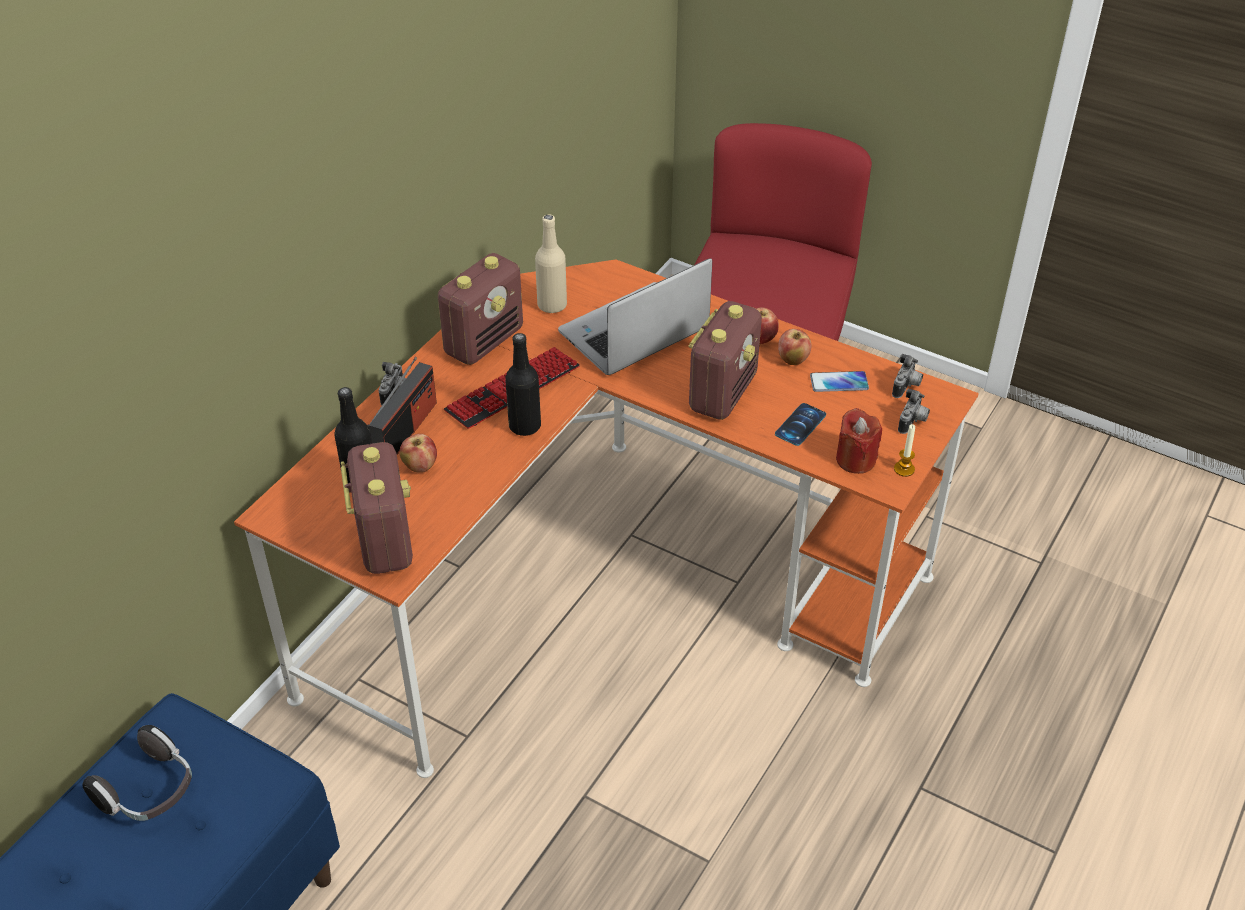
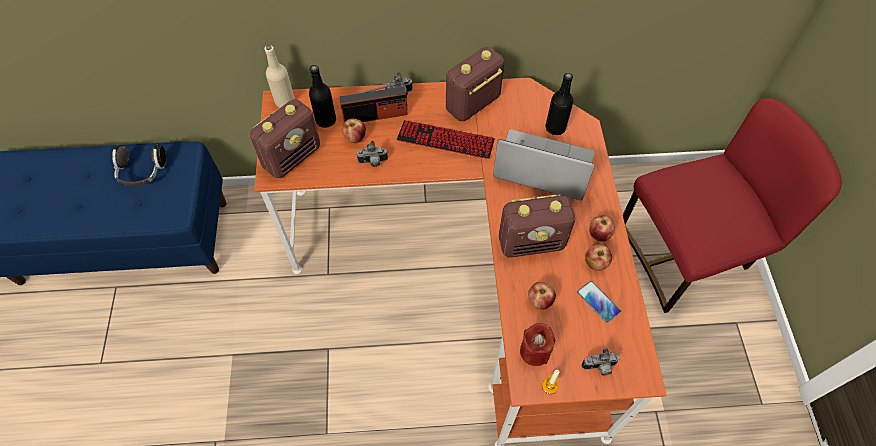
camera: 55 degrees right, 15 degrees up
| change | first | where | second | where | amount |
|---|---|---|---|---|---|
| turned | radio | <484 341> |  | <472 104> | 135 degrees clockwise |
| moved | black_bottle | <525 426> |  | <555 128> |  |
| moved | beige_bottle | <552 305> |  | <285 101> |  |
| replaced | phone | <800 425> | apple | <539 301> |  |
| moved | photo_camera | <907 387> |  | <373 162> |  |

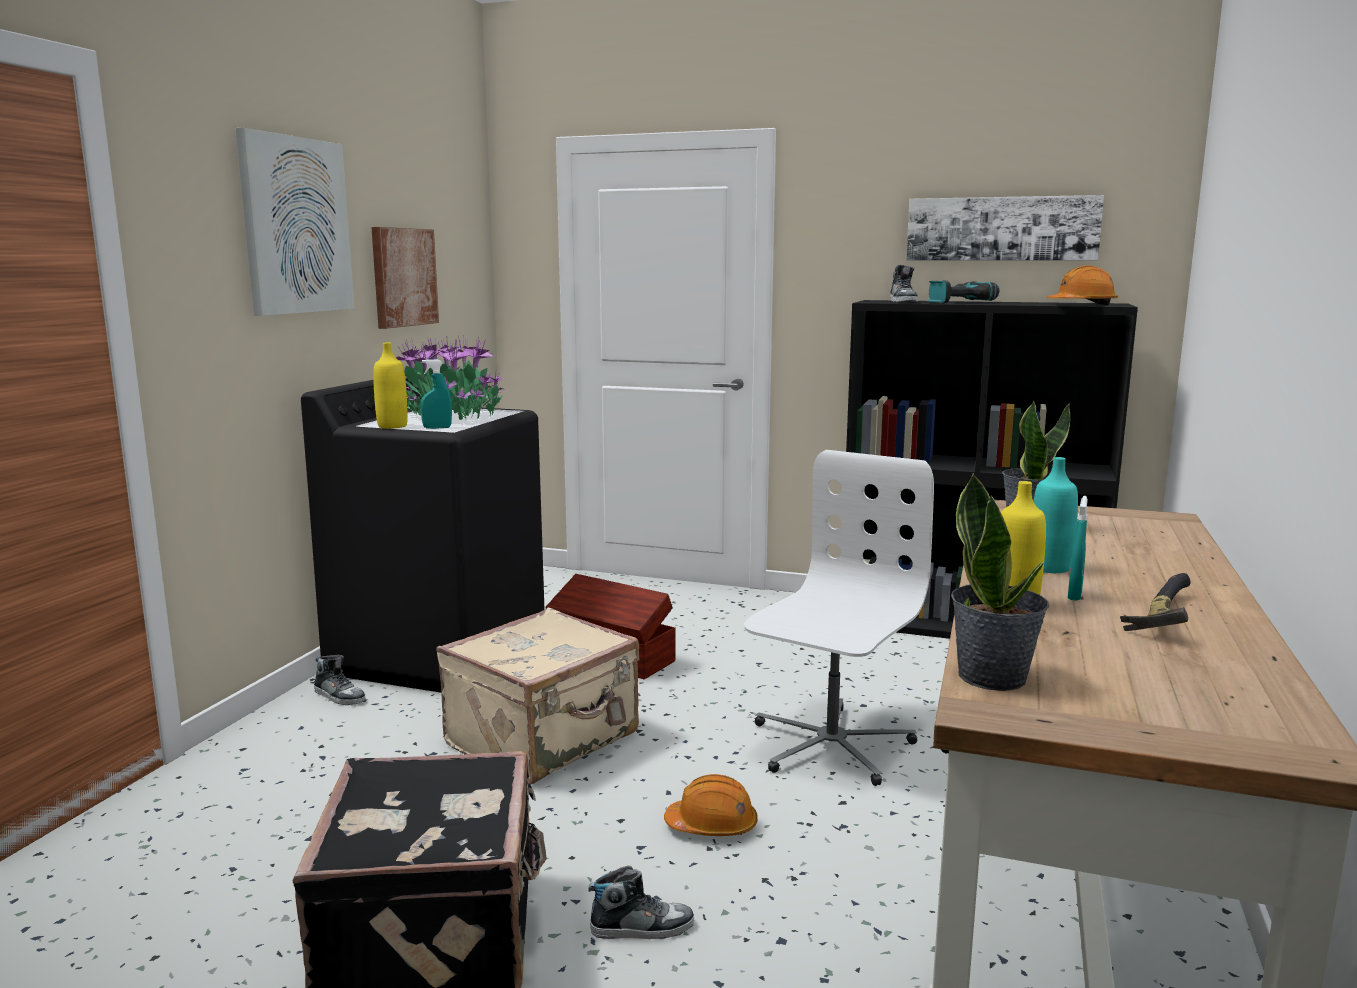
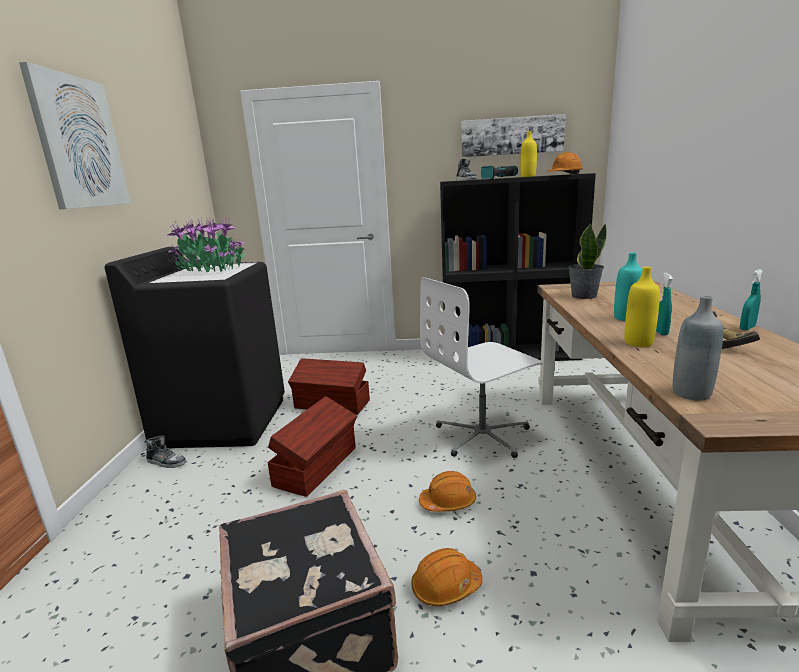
camera: 15 degrees left, 5 degrees up
| change | first | where | second | where | amount |
|---|---|---|---|---|---|
| removed | picture | <403 277> |  |  |  |
| moved | yellow_bottle | <392 426> |  | <528 176> |  |
| moved | turquoise_spray_bottle | <437 428> |  | <747 328> |  |
| replaced | beige_suitcase | <545 740> | brown_storage_box | <318 466> |  |
| replaced | shoe | <642 927> | orange_hard_hat | <446 587> |  |
| turned | white_office_chair | <830 745> |  | <483 435> | 135 degrees counterclockwise |
| replaced | potted_plant | <993 676> | grey_bottle | <691 393> |  |

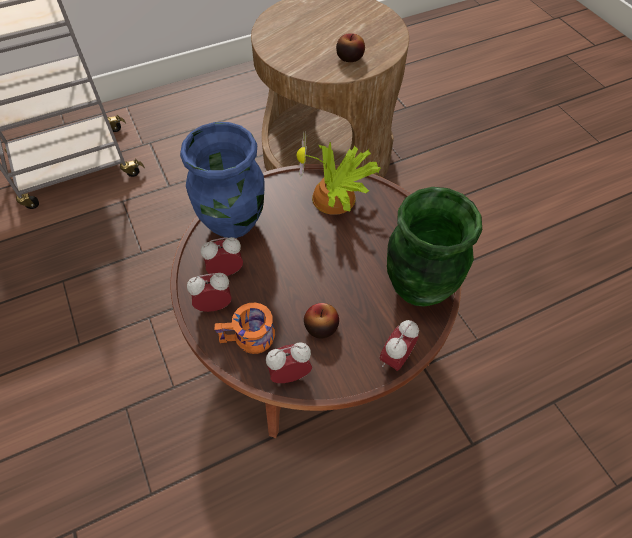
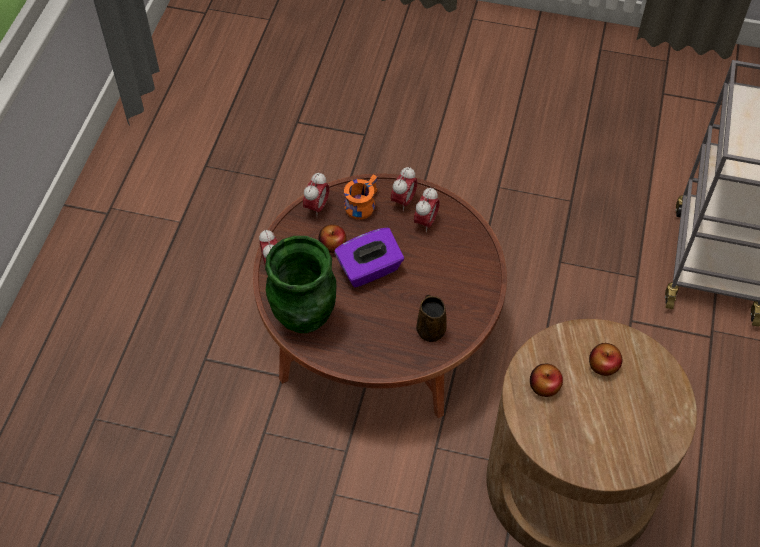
camera: 130 degrees right, 0 degrees up
| change | first | where | second | where | amount |
|---|---|---|---|---|---|
| removed | blue_vase | <234 223> |  |  |  |
| replaced | potted_plant | <336 199> | brown_mug | <430 329> |  |
| added |  |  | purple_tissue_box | <369 269> |  |
| added |  |  | apple | <603 365> |  |

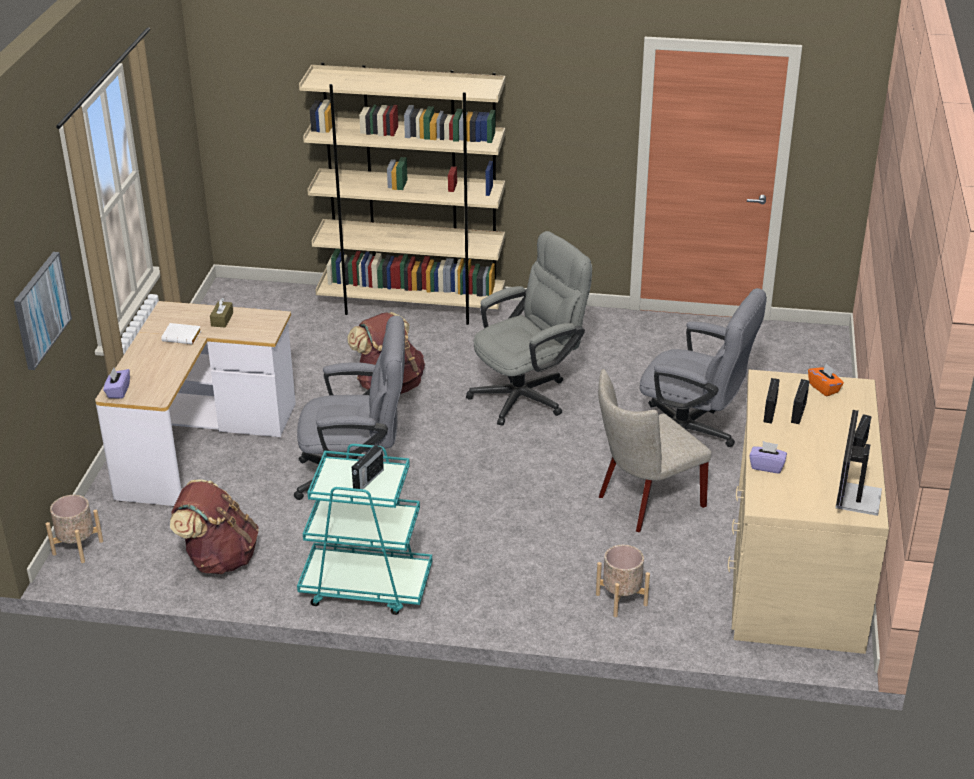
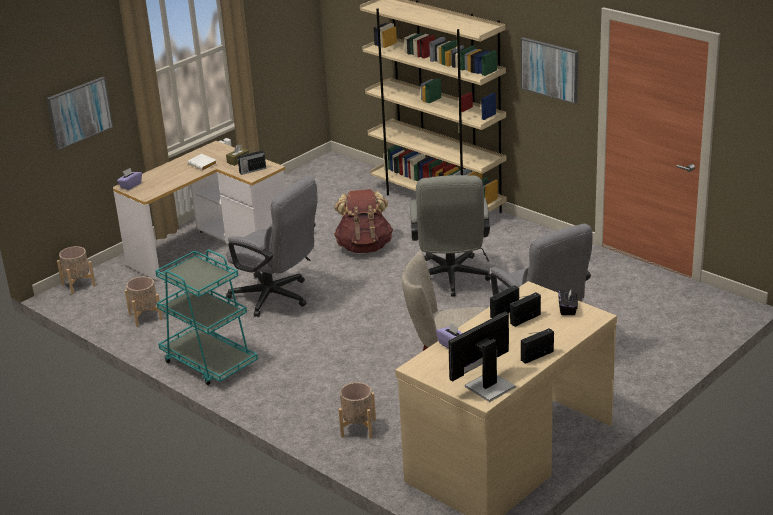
camera: 35 degrees right, 5 degrees down
| change | first | where | second | where | amount |
|---|---|---|---|---|---|
| replaced | brown_backpack | <219 558> | beige_planter | <145 317> |  |
| moved | radio | <367 479> |  | <252 170> |  |
| turned | grey_office_chair | <528 394> |  | <451 280> | 90 degrees clockwise |
| recoloured | orange_tissue_box | <824 388> | black_tissue_box | <567 309> |  |
| added |  |  | picture | <550 69> |  |

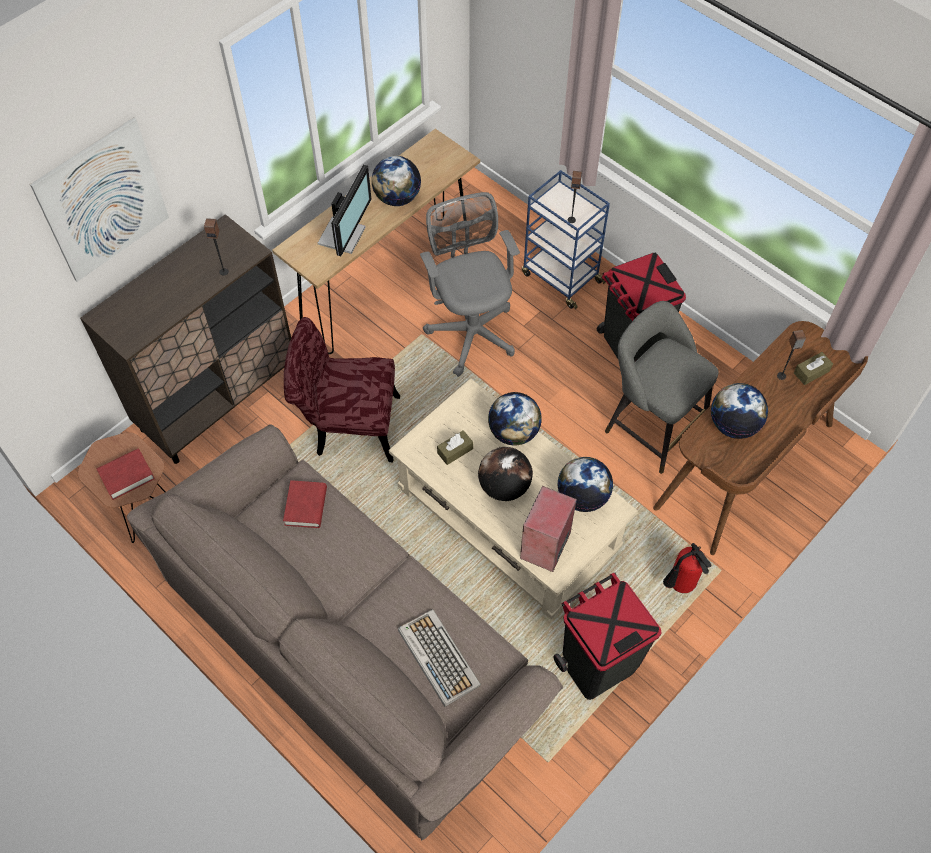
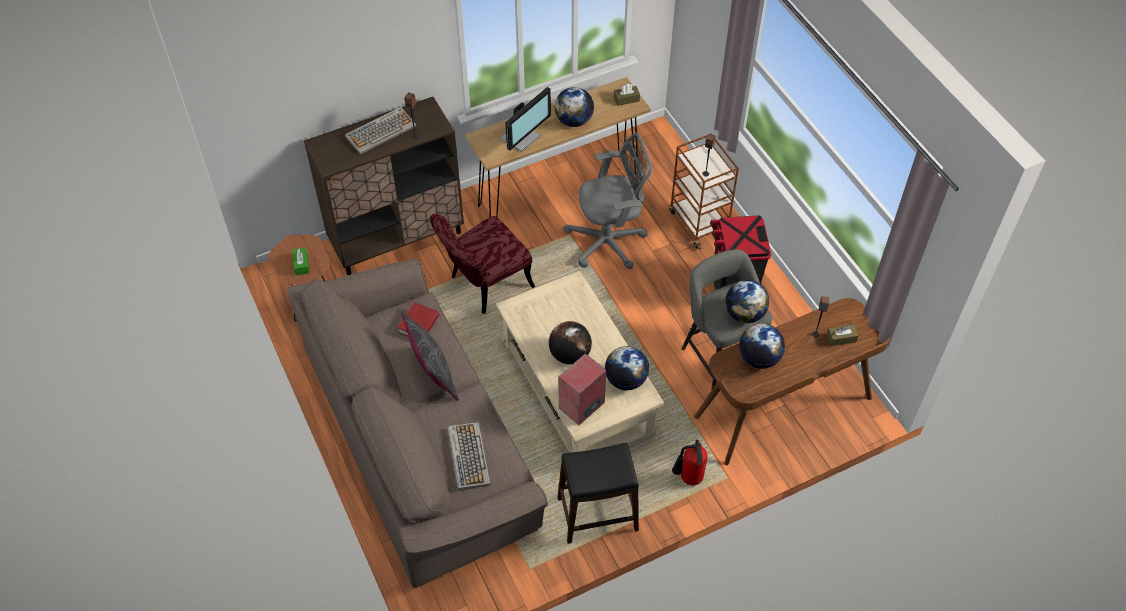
camera: 20 degrees right, 5 degrees down
| change | first | where | second | where | amount |
|---|---|---|---|---|---|
| removed | picture | <103 201> |  |  |  |
| replaced | red_book | <126 476> | green_tissue_box | <301 264> |  |
| turned | red_chair | <347 426> |  | <484 285> | 60 degrees counterclockwise |
| turned | grey_office_chair | <471 330> |  | <609 242> | 75 degrees clockwise |
| moved | brown_tissue_box | <455 451> |  | <626 99> |  |
| moved | globe | <513 432> |  | <744 314> |  |
| recoloured | blue_cart | <560 277> | brown_cart | <699 222> |  |
| replaced | black_trash_can | <597 665> | black_stool | <598 514> |  |
| added |  |  | keyboard | <381 131> |  |
| added |  |  | grey_pillow | <433 376> |  |

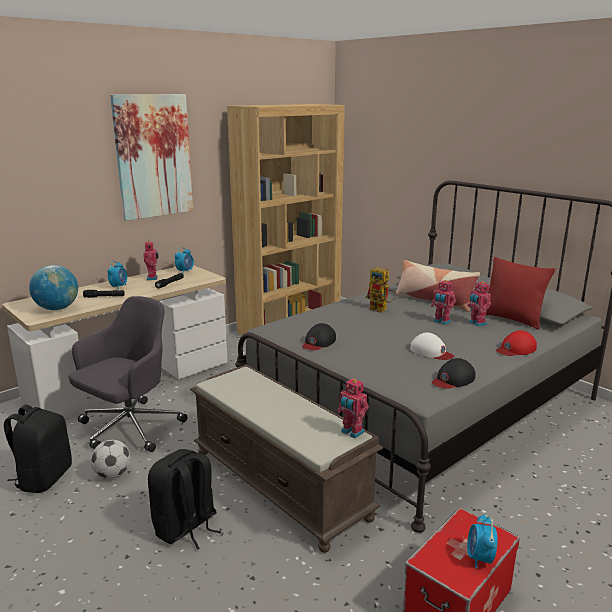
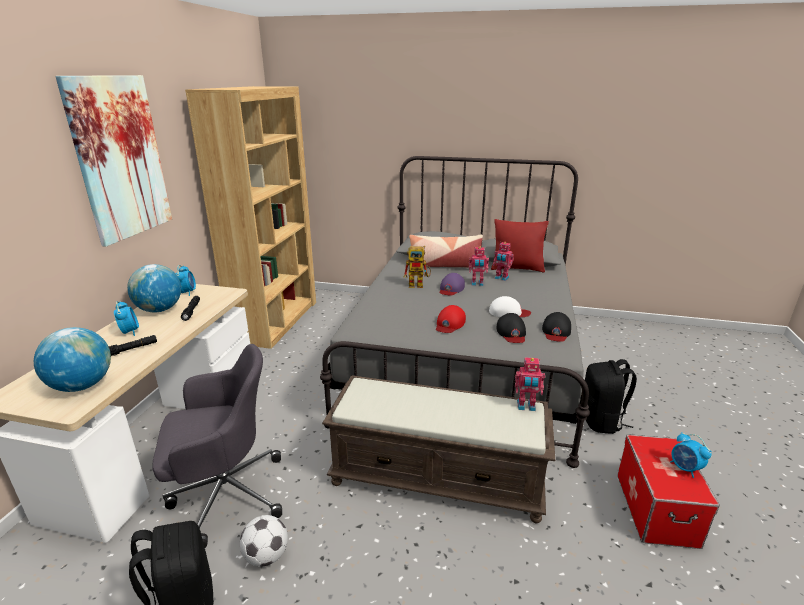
camera: 35 degrees left, 5 degrees up
| change | first | where | second | where | amount |
|---|---|---|---|---|---|
| turned | grey_office_chair | <129 428> |  | <225 494> | 75 degrees clockwise |
| replaced | toy_robot | <153 278> | globe | <159 310> |  |
| moved | black_backpack | <186 527> |  | <601 421> |  |
| moved | black_cap | <318 342> |  | <511 332> |  |
| moved | red_cap | <515 349> |  | <449 323> |  |
| added |  |  | purple_cap | <451 288> |  |

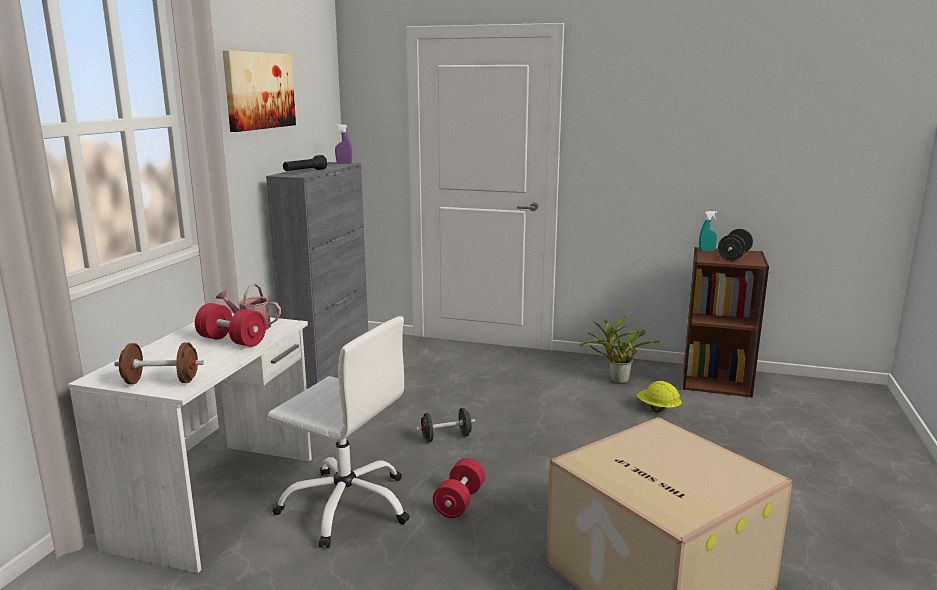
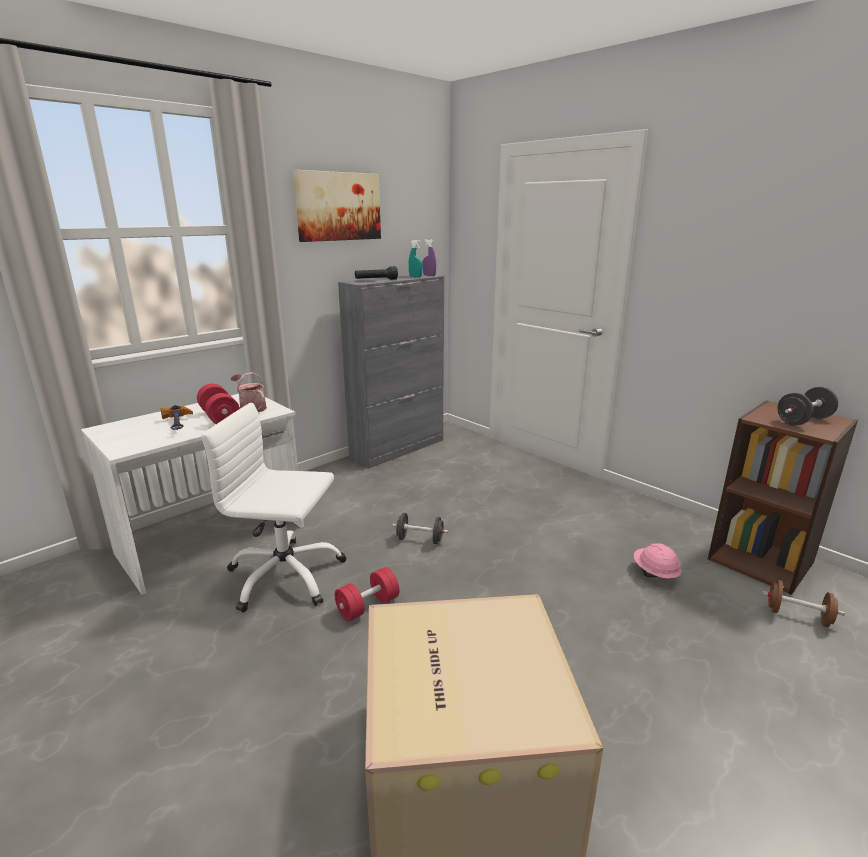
camera: 30 degrees right, 5 degrees up
| change | first | where | second | where | amount |
|---|---|---|---|---|---|
| moved | brown_dumbbell | <161 382> |  | <797 616> |  |
| turned | white_office_chair | <347 505> |  | <285 576> | 135 degrees clockwise |
| removed | potted_plant | <616 380> |  |  |  |
| recoloured | yellow_hard_hat | <657 409> | pink_hard_hat | <654 573> |  |
| moved | turquoise_spray_bottle | <706 251> |  | <415 276> |  |
| added |  |  | hammer | <178 426> |  |

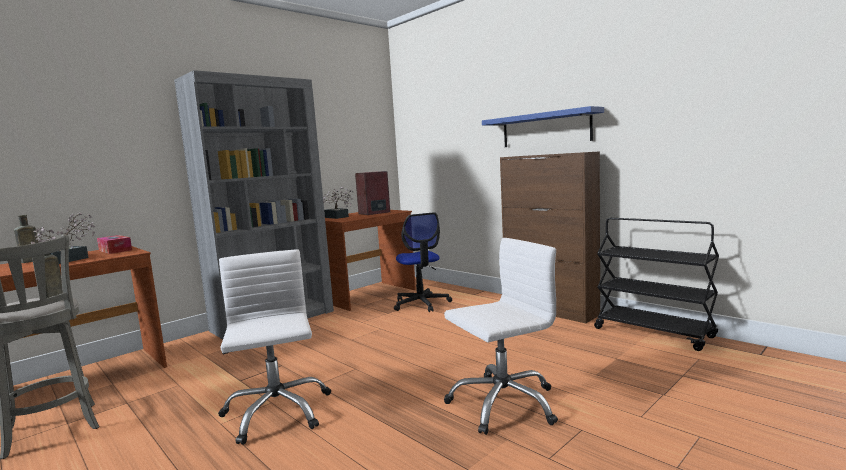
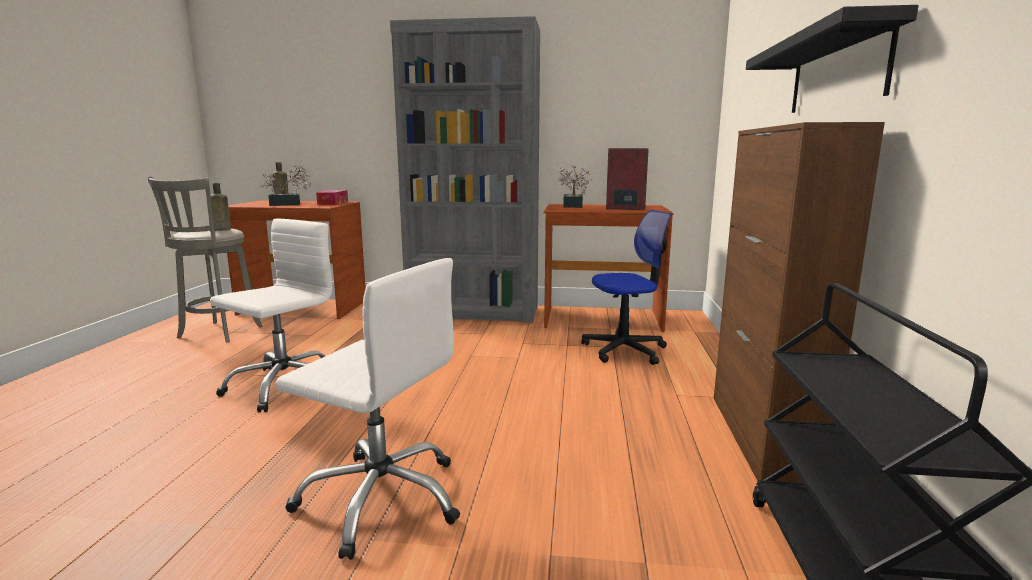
camera: 50 degrees right, 5 degrees up
| change | first | where | second | where | amount |
|---|---|---|---|---|---|
| turned | office_chair | <421 304> |  | <624 350> | 135 degrees counterclockwise |
| recoloured | blue_shelf | <545 129> | black_shelf | <836 72> |  |

